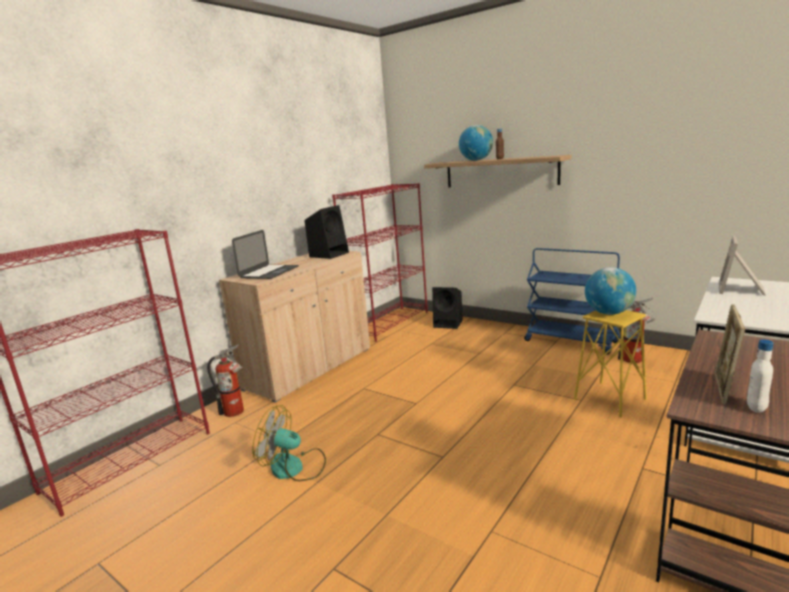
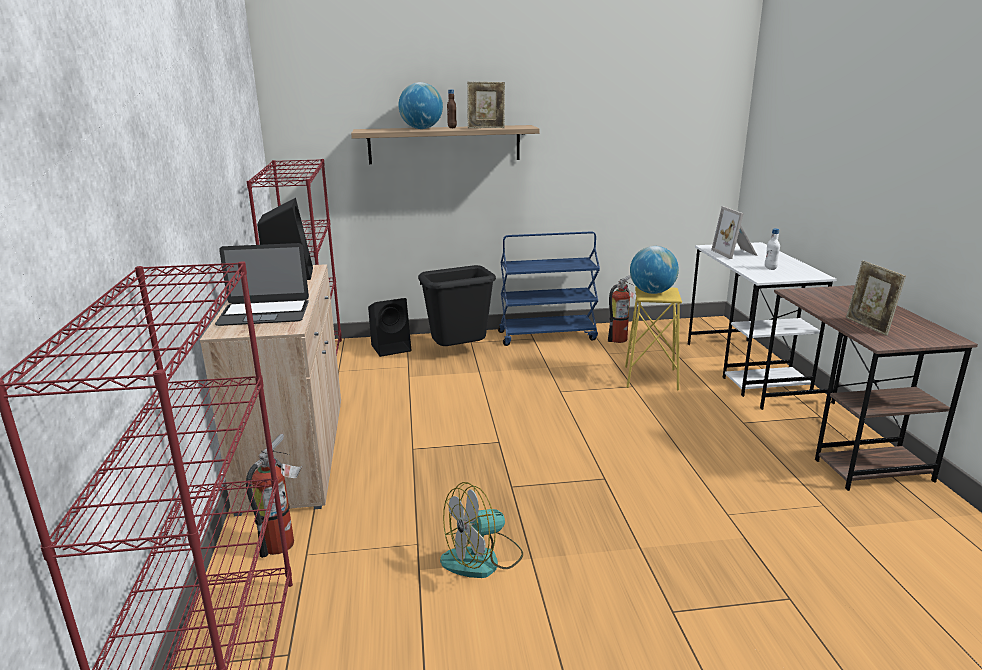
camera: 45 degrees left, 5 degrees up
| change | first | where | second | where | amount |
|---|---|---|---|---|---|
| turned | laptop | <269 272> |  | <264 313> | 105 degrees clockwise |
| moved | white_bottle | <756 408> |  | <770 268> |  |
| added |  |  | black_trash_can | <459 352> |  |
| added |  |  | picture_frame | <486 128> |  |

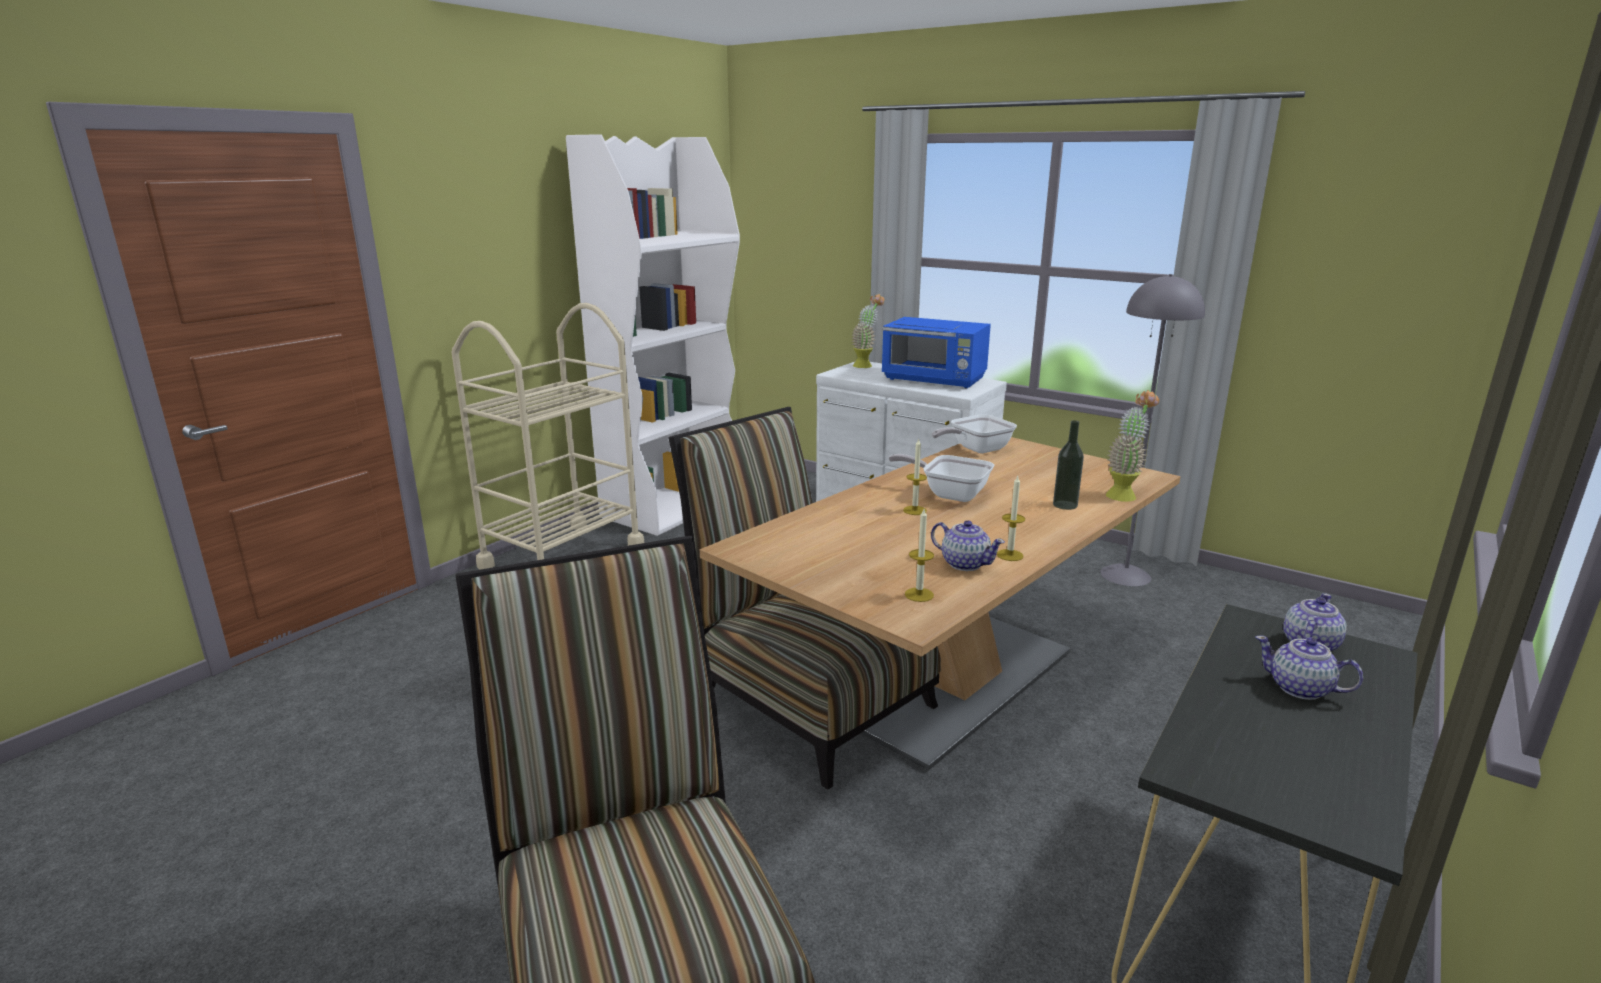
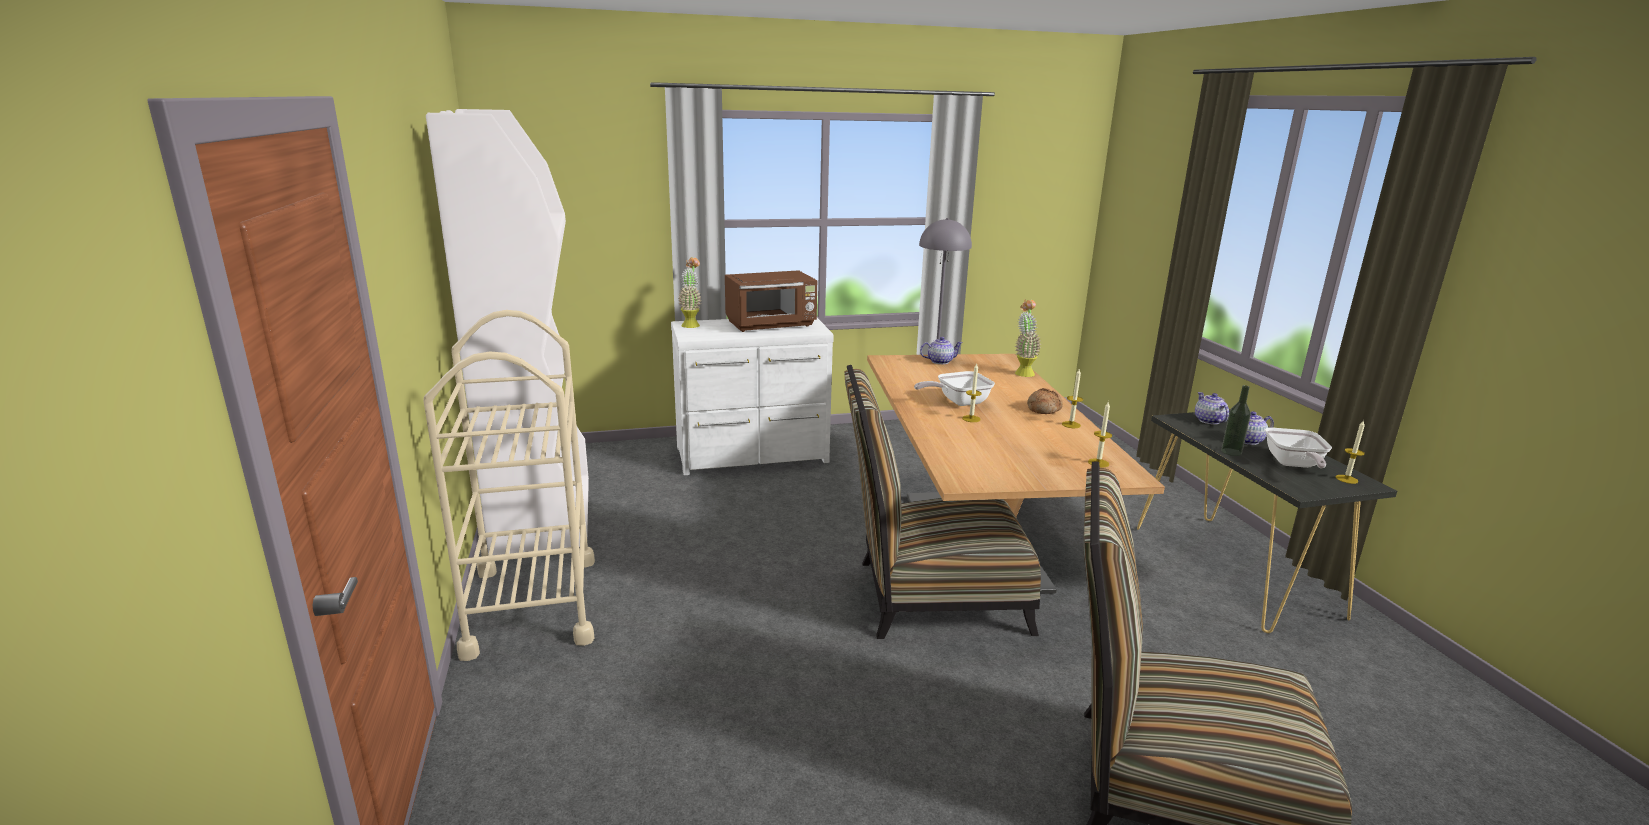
camera: 50 degrees left, 0 degrees up
| change | first | where | second | where | amount |
|---|---|---|---|---|---|
| recoloured | blue_microwave | <935 380> | brown_microwave | <772 325> |  |
| moved | teapot | <964 563> |  | <939 361> |  |
| moved | frying_pan | <975 449> |  | <1293 465> |  |
| moved | bottle | <1065 505> |  | <1231 452> |  |
| added |  |  | bread | <1043 409> |  |
| added |  |  | candle | <1346 479> |  |

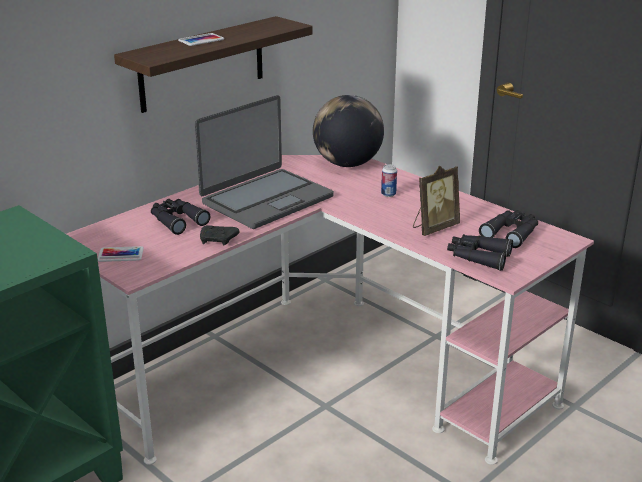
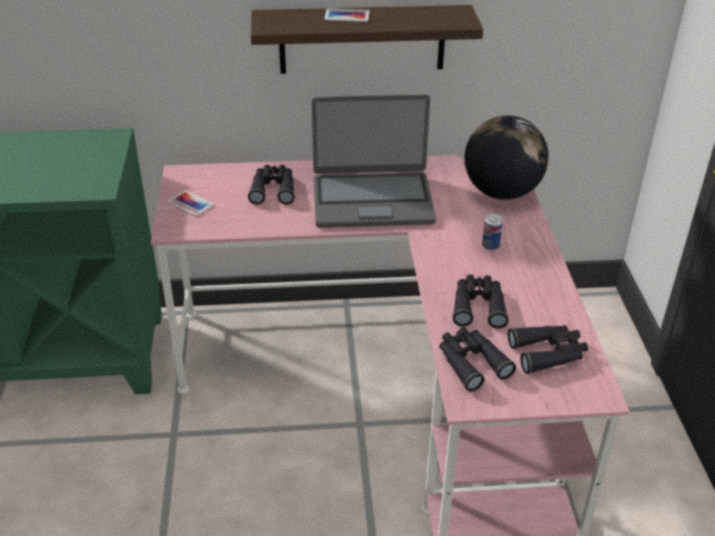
camera: 40 degrees right, 10 degrees up
| change | first | where | second | where | amount |
|---|---|---|---|---|---|
| removed | black_game_controller | <218 240> |  |  |  |
| replaced | picture_frame | <434 228> | black_binoculars | <478 306> |  |

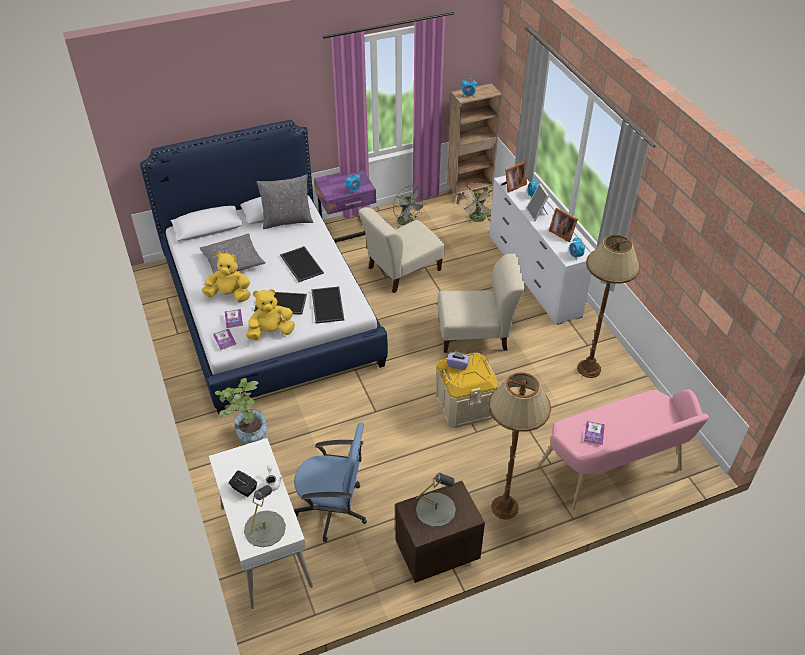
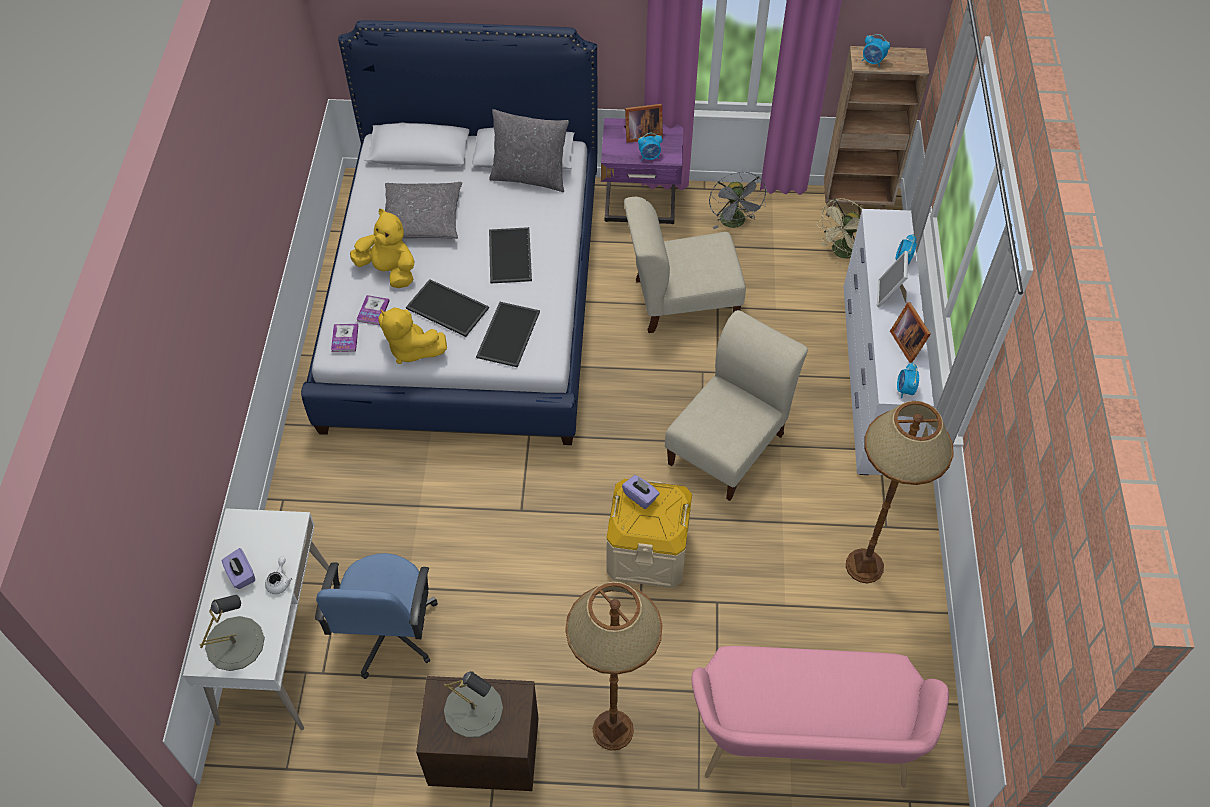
camera: 25 degrees right, 10 degrees up
| change | first | where | second | where | amount |
|---|---|---|---|---|---|
| removed | potted_plant | <247 433> |  |  |  |
| recoloured | black_tissue_box | <244 489> | purple_tissue_box | <241 575> |  |
| turned | yellow_plush_toy | <271 332> |  | <411 349> | 150 degrees counterclockwise |
| turned | blue_office_chair | <333 509> |  | <387 632> | 60 degrees clockwise |
| turned | beige_chair | <476 334> |  | <729 445> | 75 degrees counterclockwise |
| moved | picture_frame | <512 186> |  | <641 134> |  |
| removed | book | <594 433> |  |  |  |

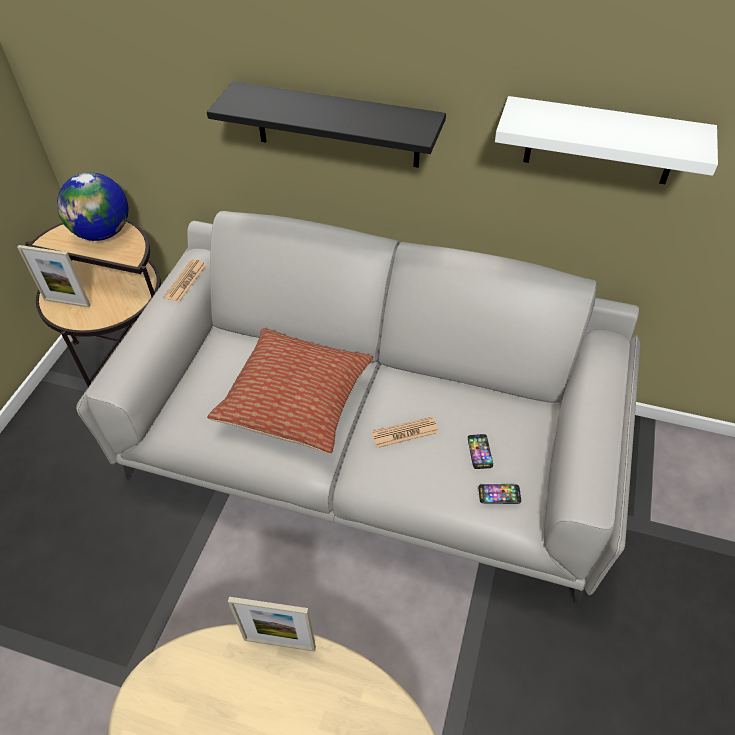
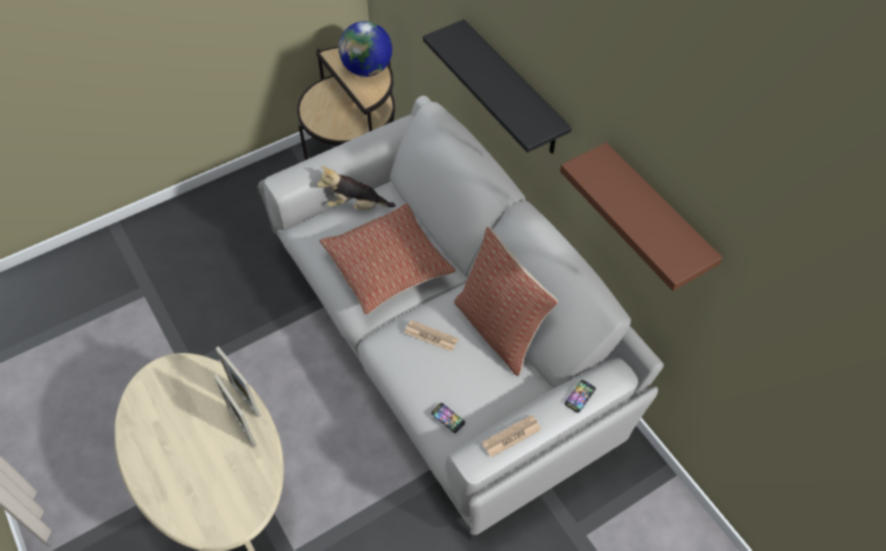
camera: 40 degrees right, 5 degrees up
| change | first | where | second | where | amount |
|---|---|---|---|---|---|
| moved | picture_frame | <67 302> |  | <242 427> |  |
| moved | newspaper | <185 281> |  | <511 436> |  |
| moved | phone | <480 452> |  | <580 396> |  |
| recoloured | white_shelf | <601 141> | brown_shelf | <655 216> |  |
| added |  |  | plush_toy | <356 206> |  |
| added |  |  | pillow | <499 329> |  |

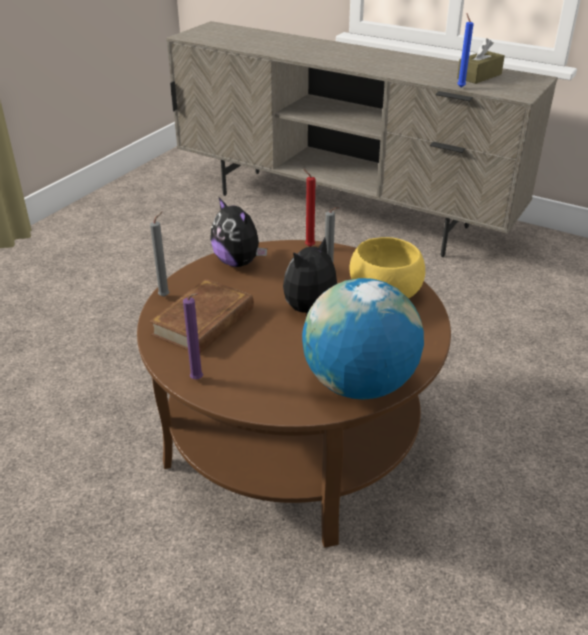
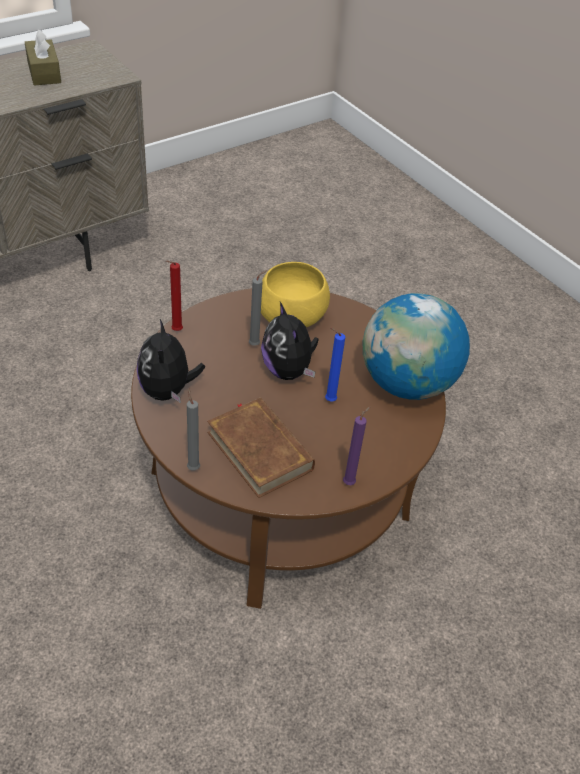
camera: 70 degrees left, 10 degrees up
| change | first | where | second | where | amount |
|---|---|---|---|---|---|
| turned | plush_toy | <238 262> |  | <168 391> | 105 degrees clockwise |
| moved | blue_candle | <460 87> |  | <328 400> |  |

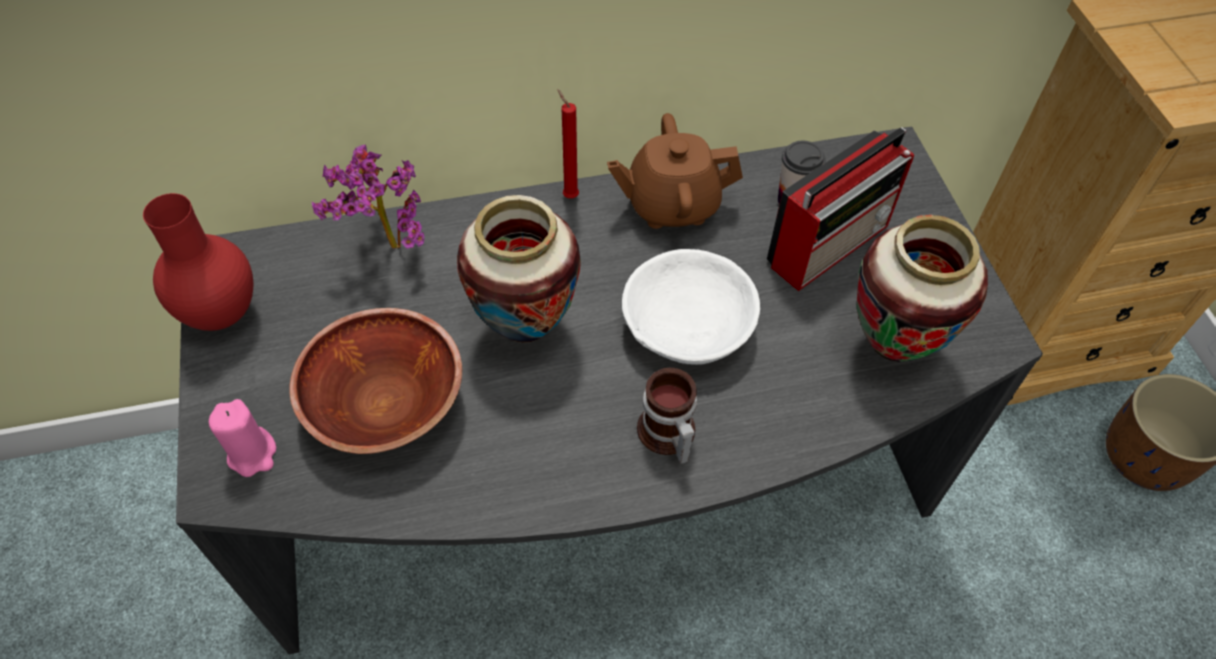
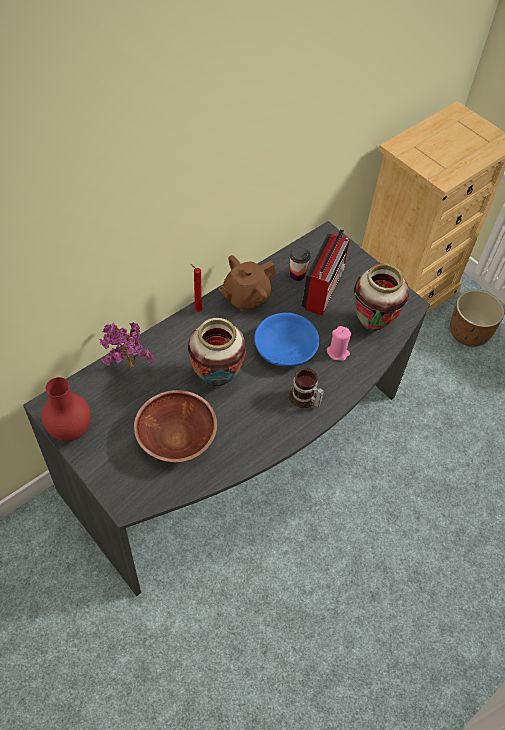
camera: 30 degrees left, 0 degrees up
| change | first | where | second | where | amount |
|---|---|---|---|---|---|
| moved | pink_candle | <252 454> |  | <338 352> |  |
| recoloured | white_bowl | <688 325> | blue_bowl | <285 349> |  |

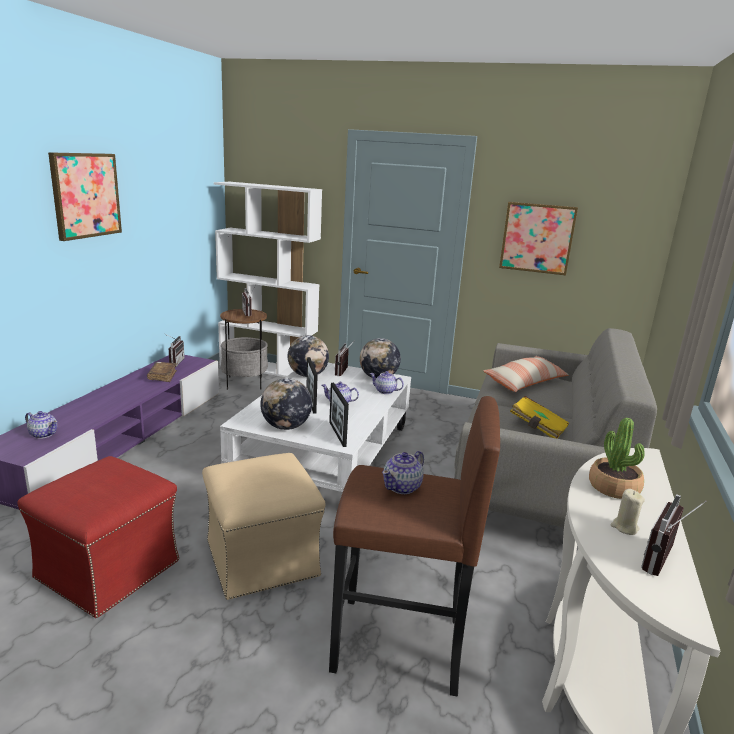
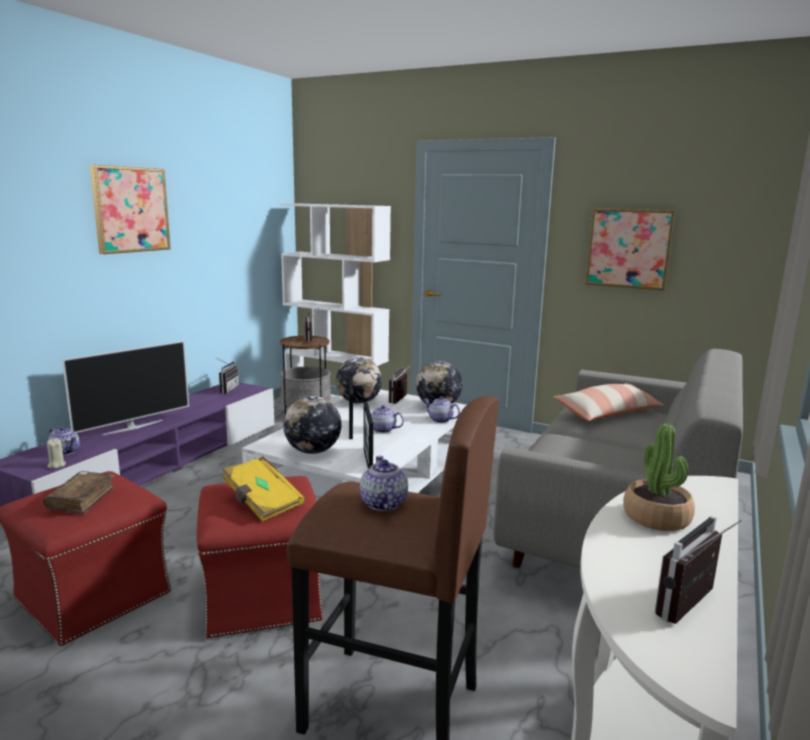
camera: 10 degrees right, 5 degrees down
| change | first | where | second | where | amount |
|---|---|---|---|---|---|
| moved | brown_book | <162 376> |  | <82 499> |  |
| recoloured | beige_ottoman | <261 557> | red_ottoman | <262 595> |  |
| turned | teapot | <402 487> |  | <383 504> | 120 degrees clockwise |
| moved | yellow_book | <537 428> |  | <262 502> |  |
| moved | beige_candle | <624 527> |  | <56 465> |  |
| added |  |  | television | <132 427> |  |

